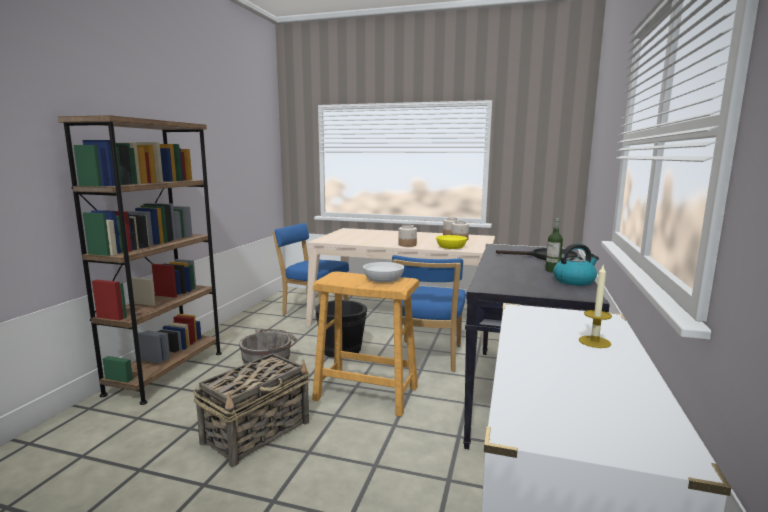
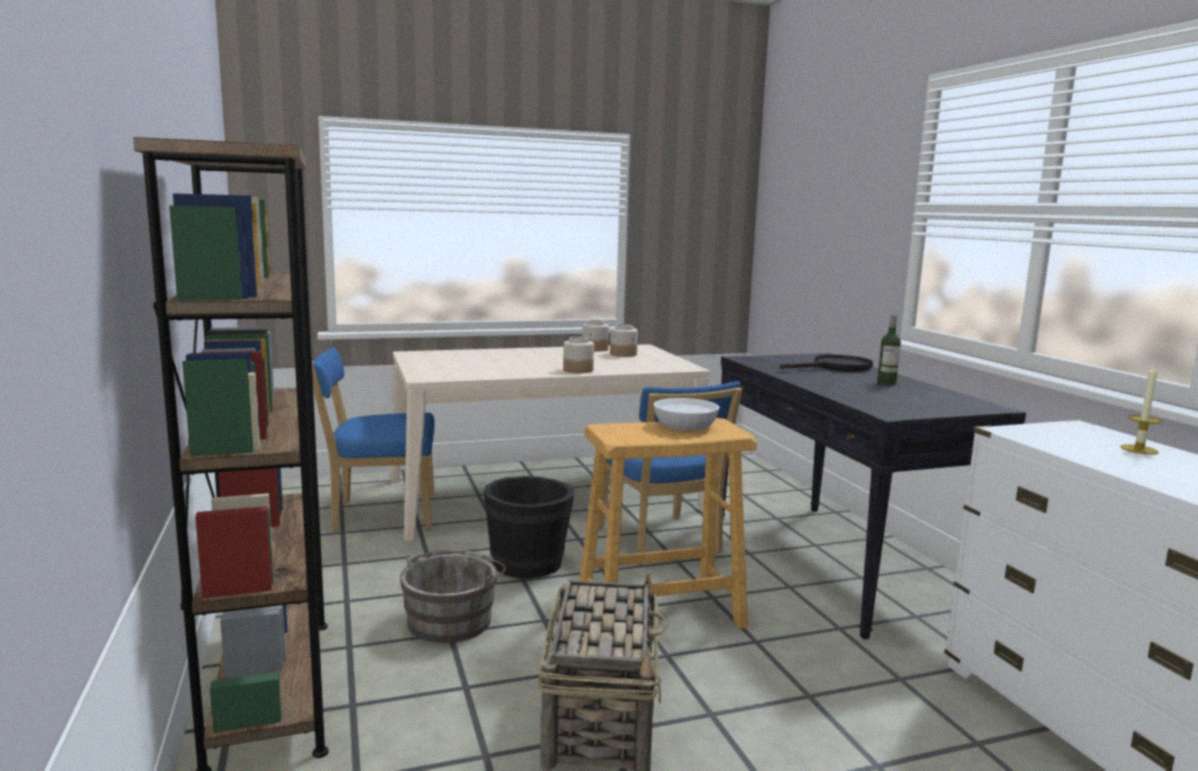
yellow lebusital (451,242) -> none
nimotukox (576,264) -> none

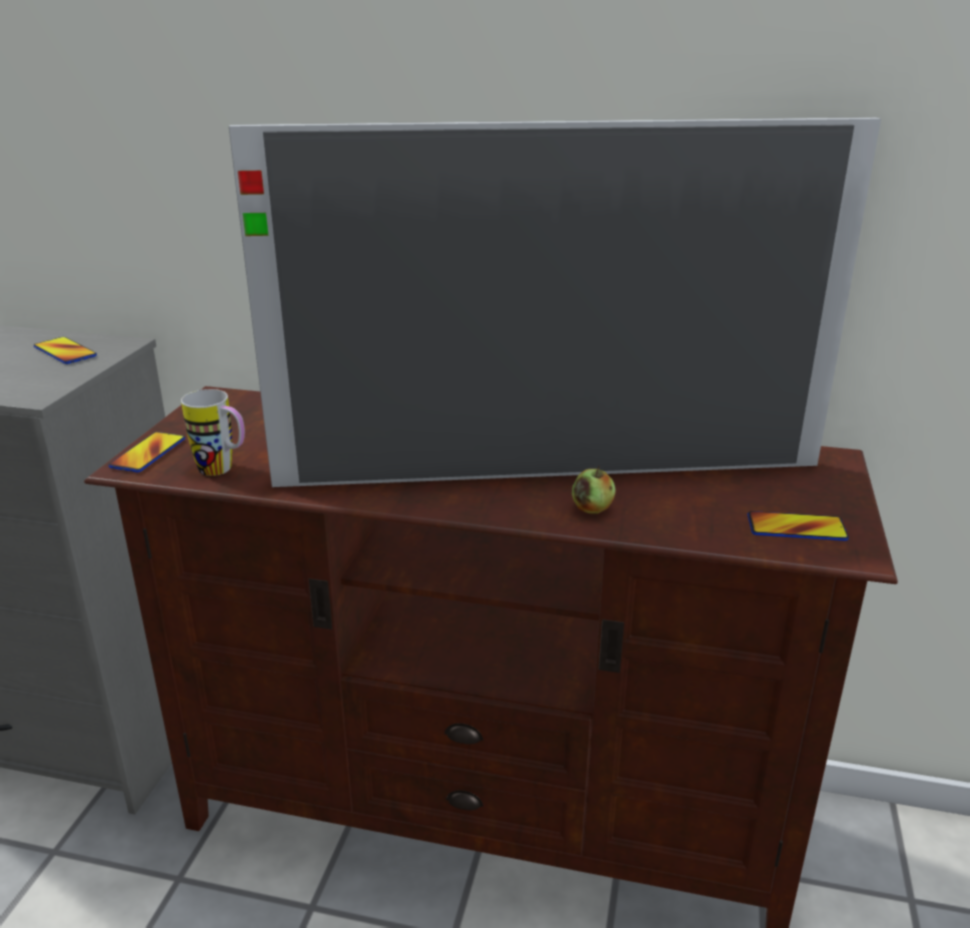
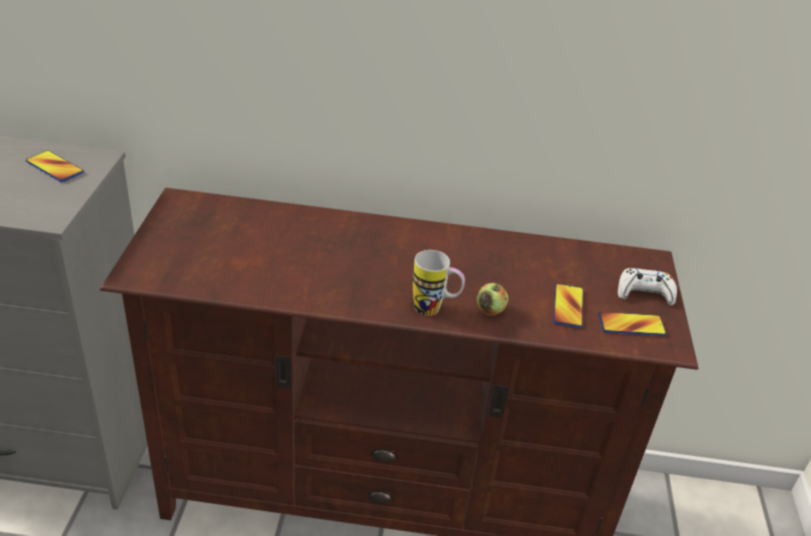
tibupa (555,302) -> none
none -> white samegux (647,286)
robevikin (146,452) -> robevikin (568,305), shifted
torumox (213,432) -> torumox (439,283), shifted

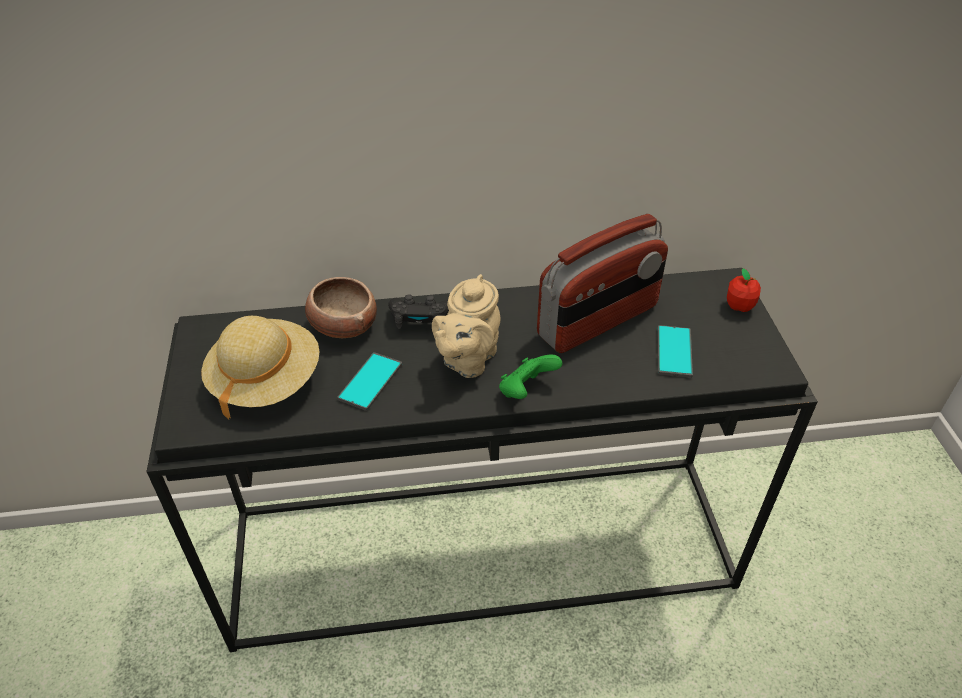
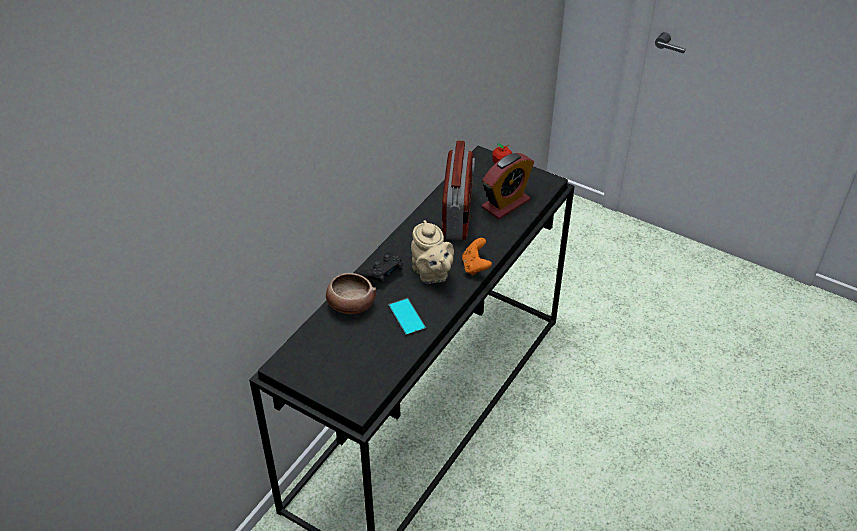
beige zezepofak (260,367) -> none
robevikin (675,351) -> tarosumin (508,186)
green samegux (530,376) -> orange samegux (477,257)

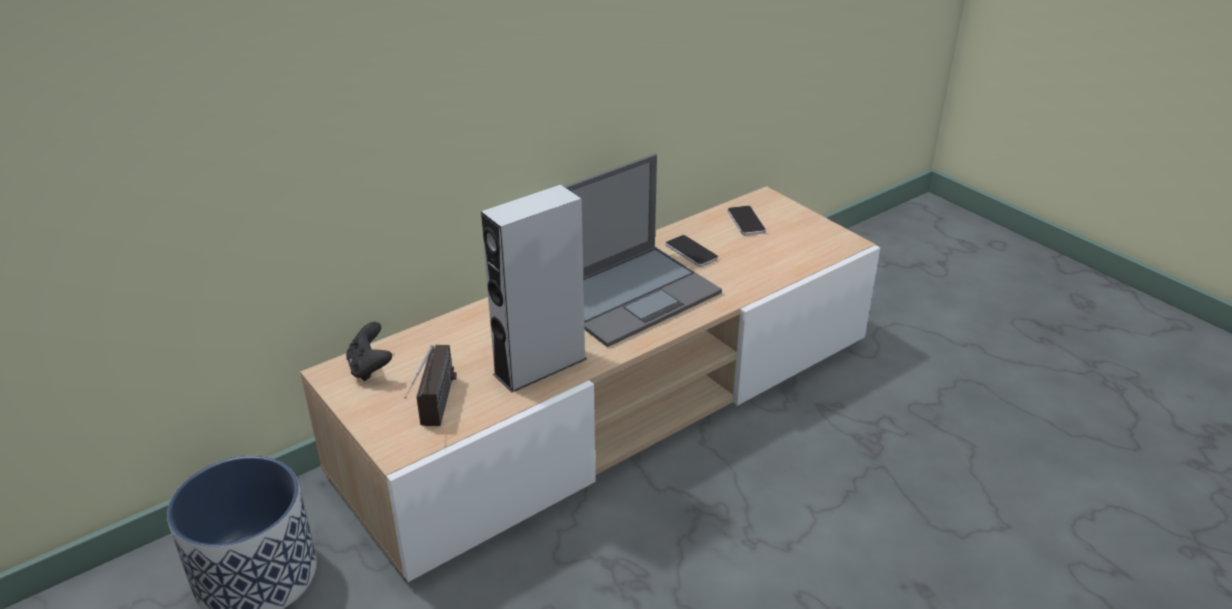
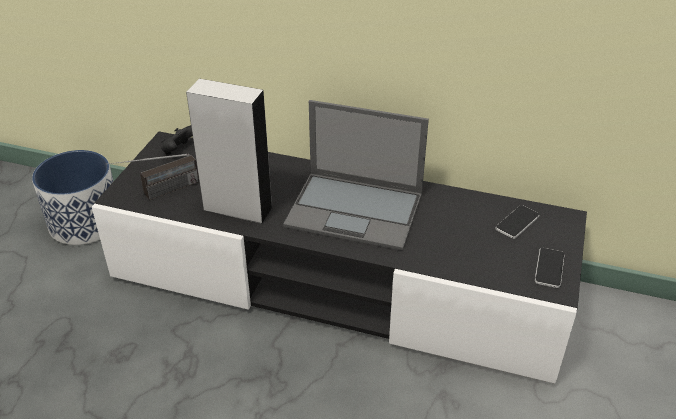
robevikin (691,251) -> robevikin (550,268), shifted
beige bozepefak (590,384) -> black bozepefak (339,258)

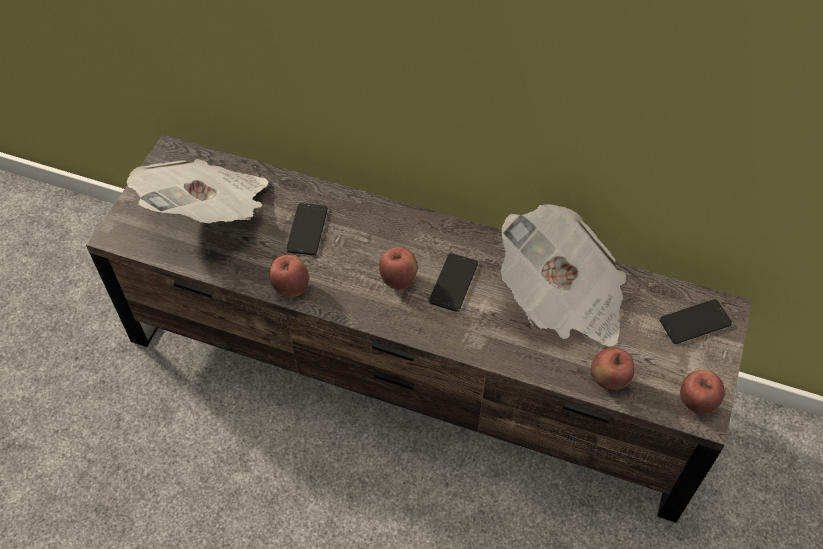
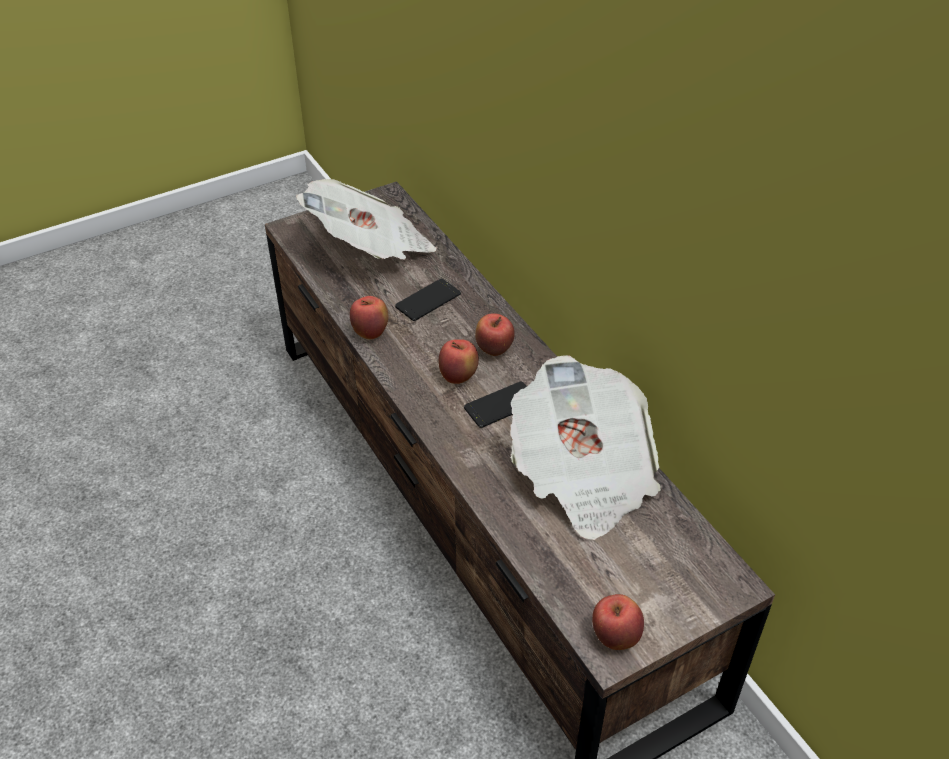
robevikin (695,321) -> none
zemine (612,369) -> zemine (495,334), shifted

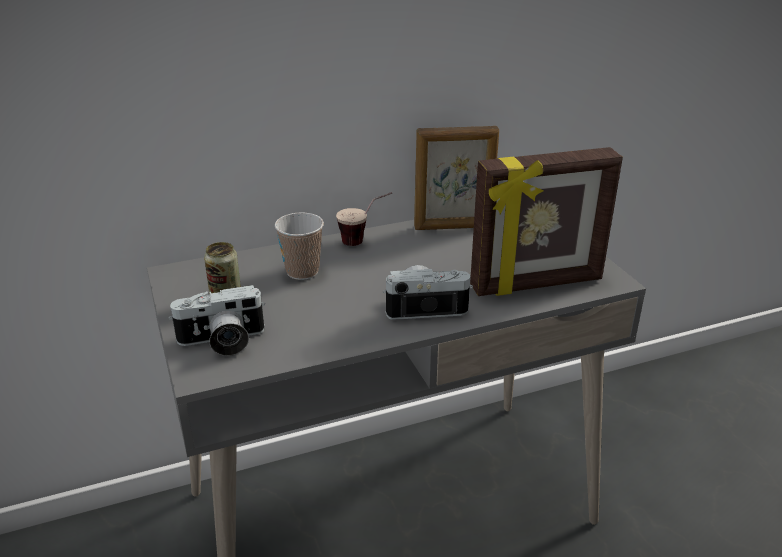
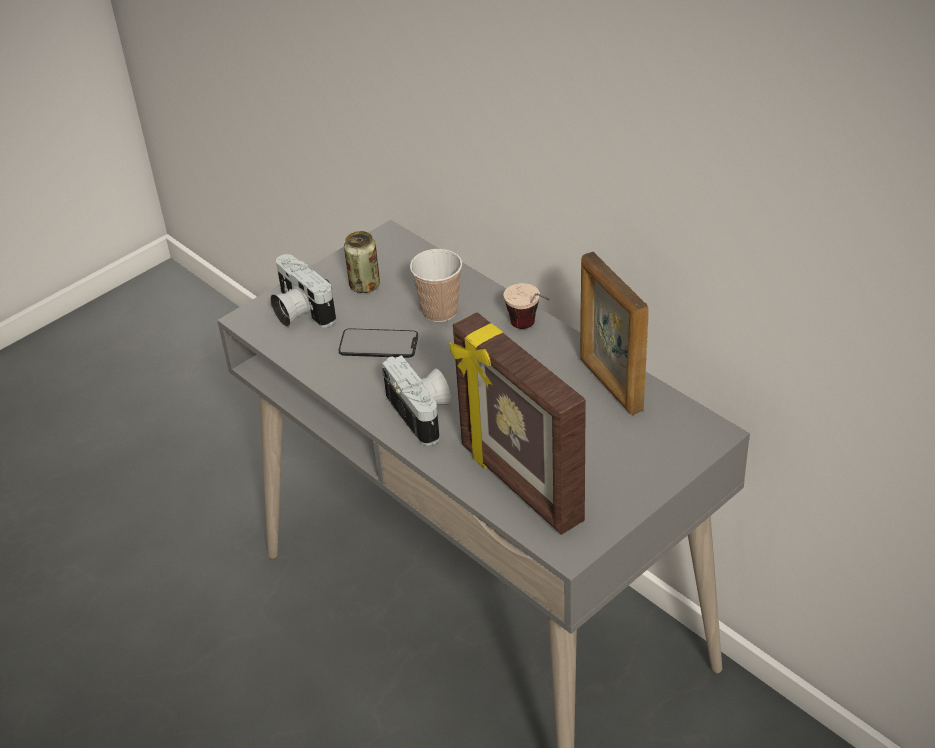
none -> robevikin (378,343)

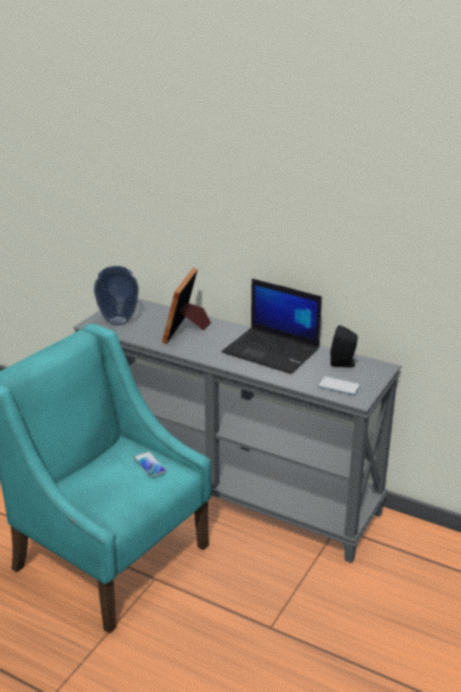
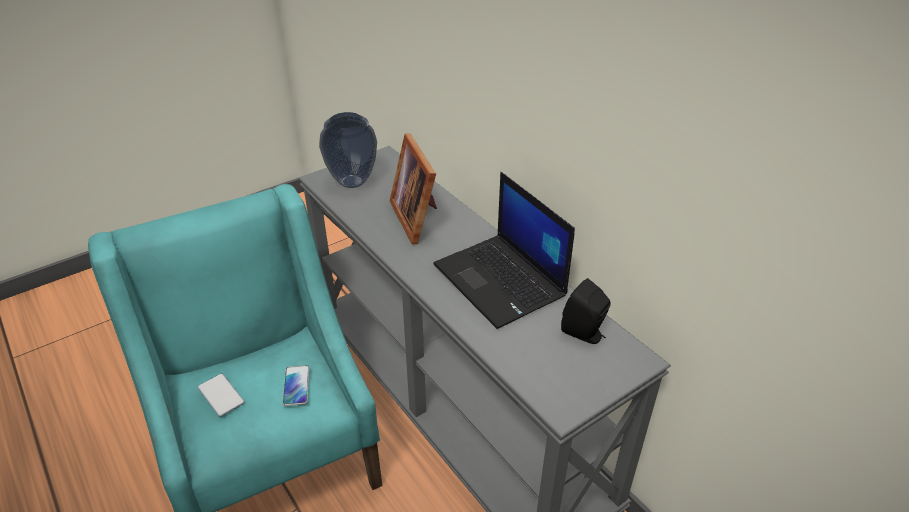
robevikin (339,385) -> robevikin (221,395), shifted
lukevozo (186,306) -> lukevozo (413,188), 60 degrees counterclockwise

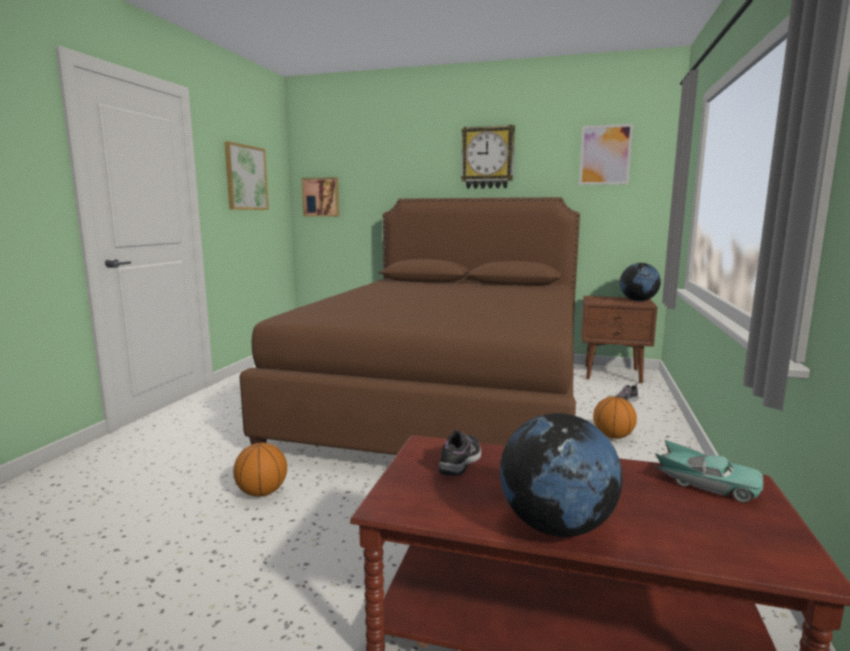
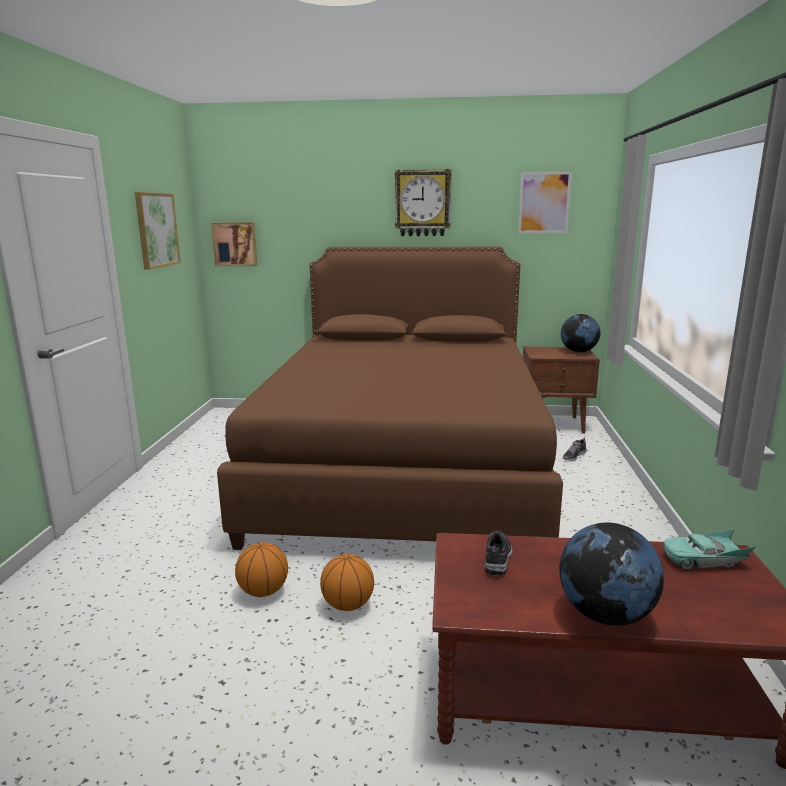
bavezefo (615,417) -> bavezefo (347,582), shifted
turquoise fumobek (709,471) -> turquoise fumobek (710,549), 150 degrees clockwise

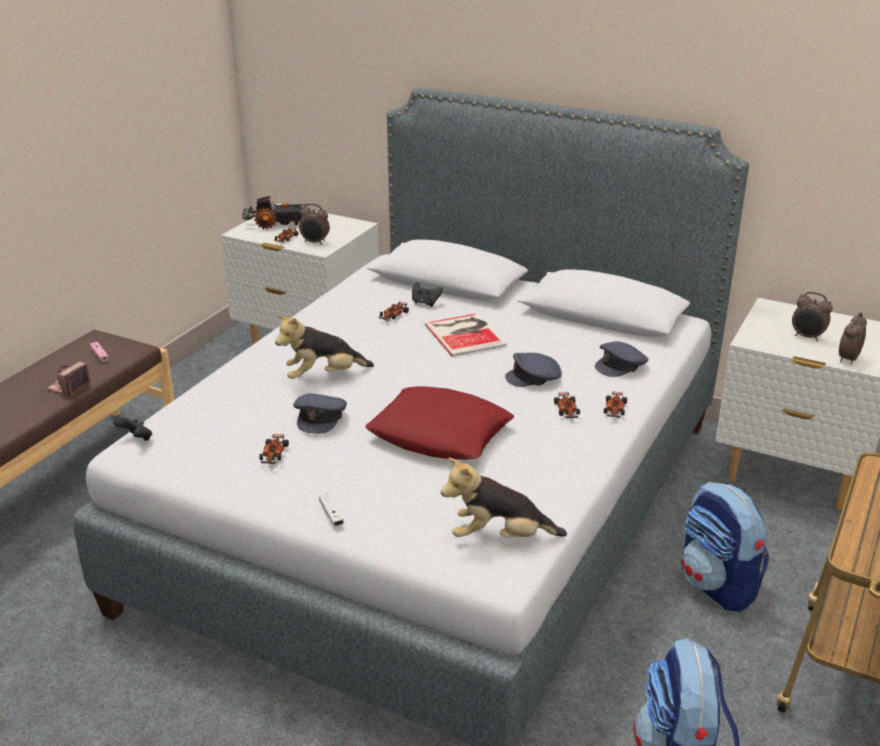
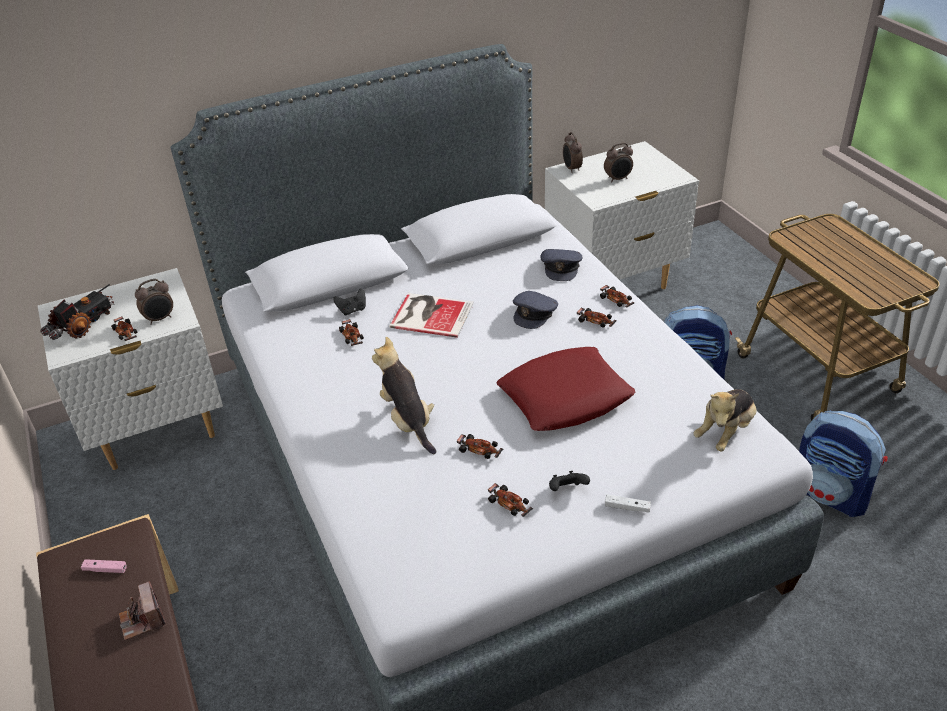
black samegux (132,429) -> black samegux (569,481), shifted
tarosumin (853,338) -> tarosumin (573,152), shifted
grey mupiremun (320,413) -> fumobek (480,446)
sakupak (324,346) -> sakupak (404,395), 135 degrees clockwise

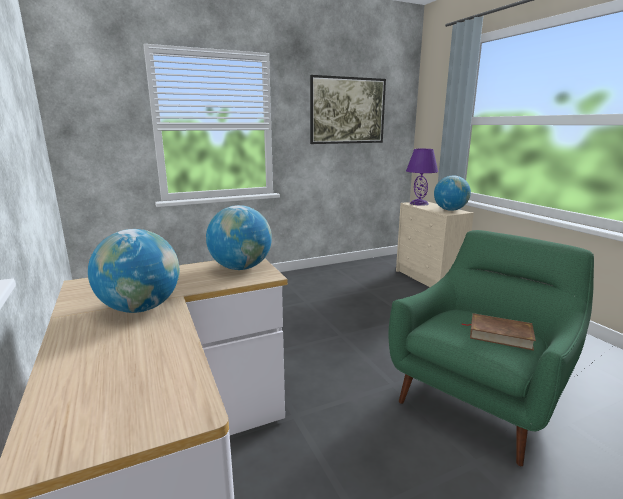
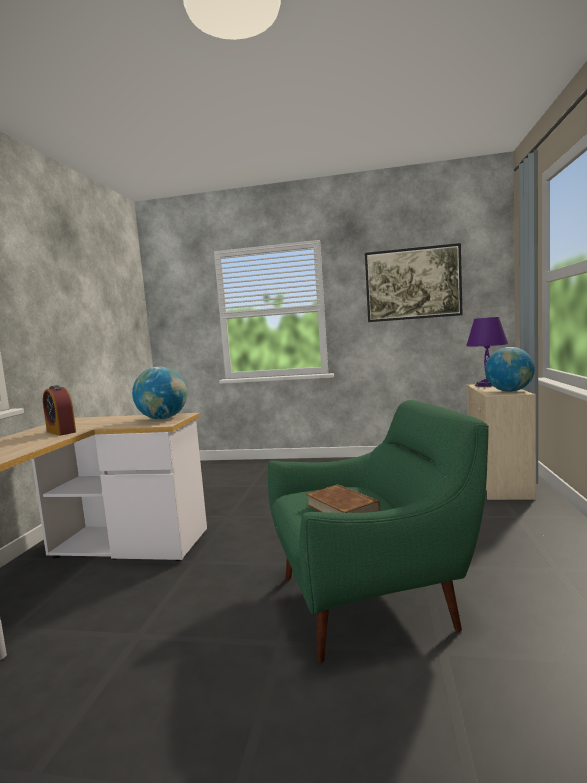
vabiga (133,271) -> tarosumin (59,410)

